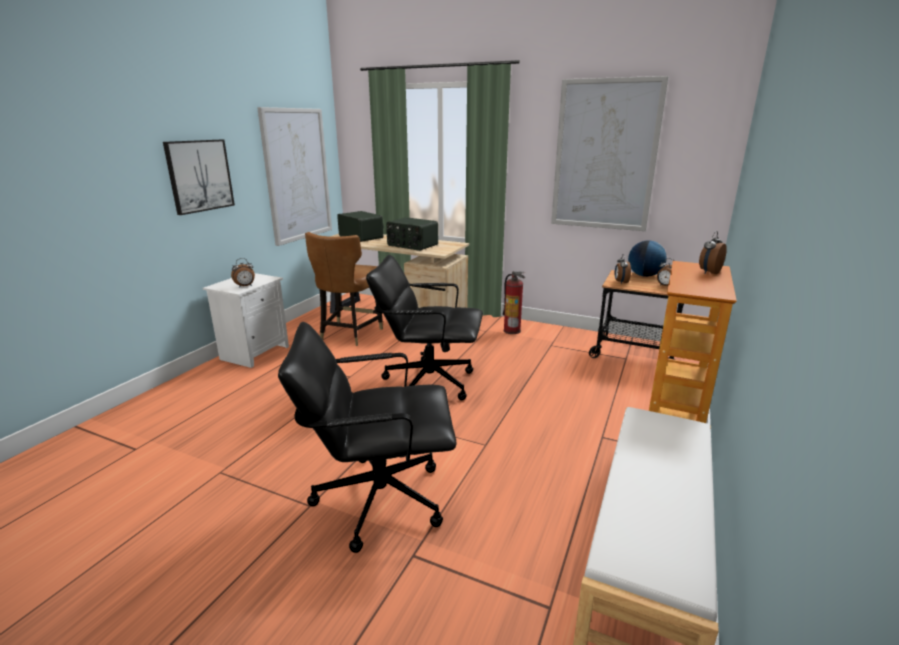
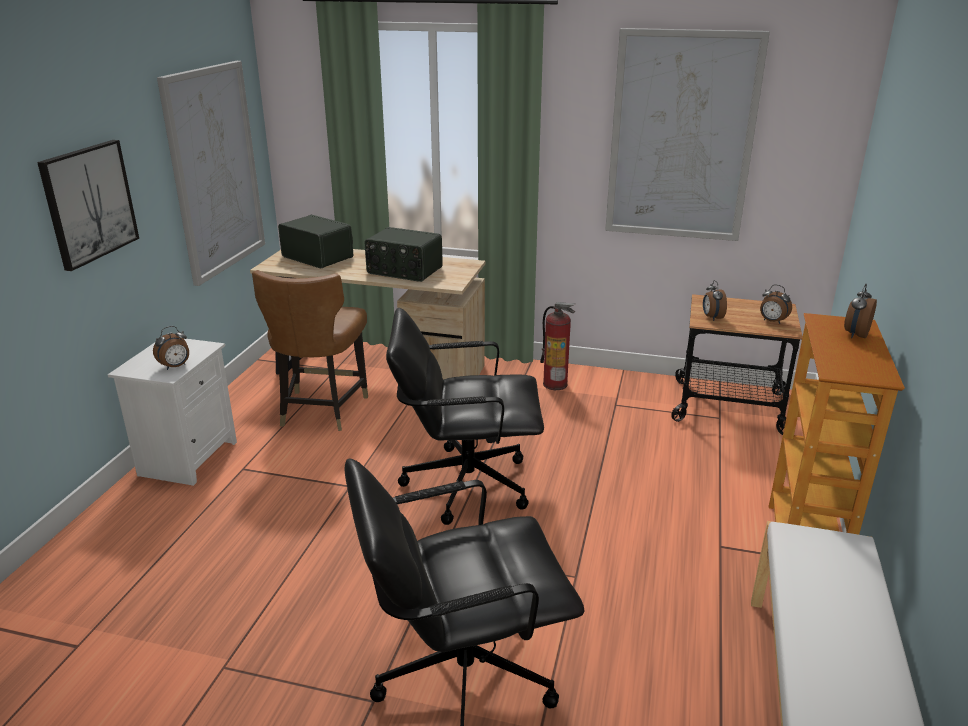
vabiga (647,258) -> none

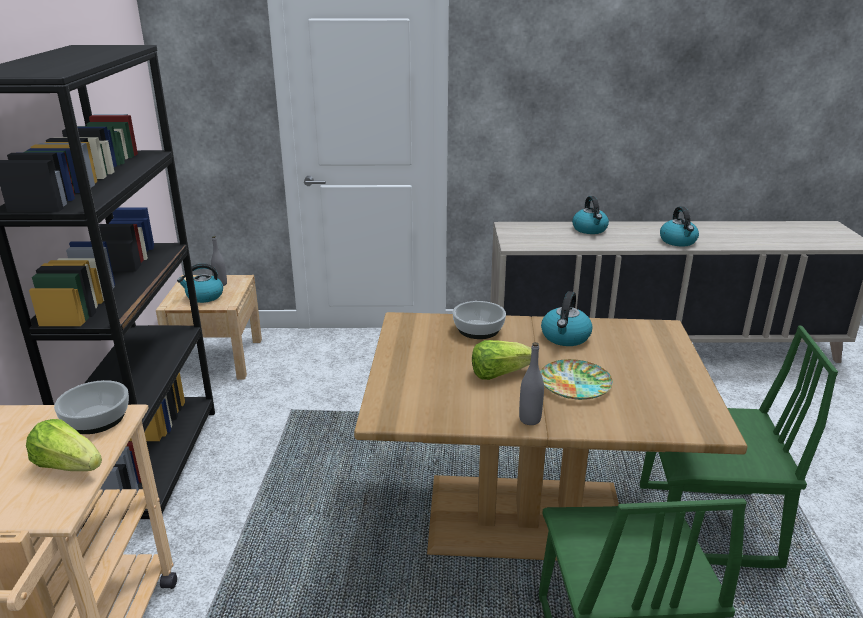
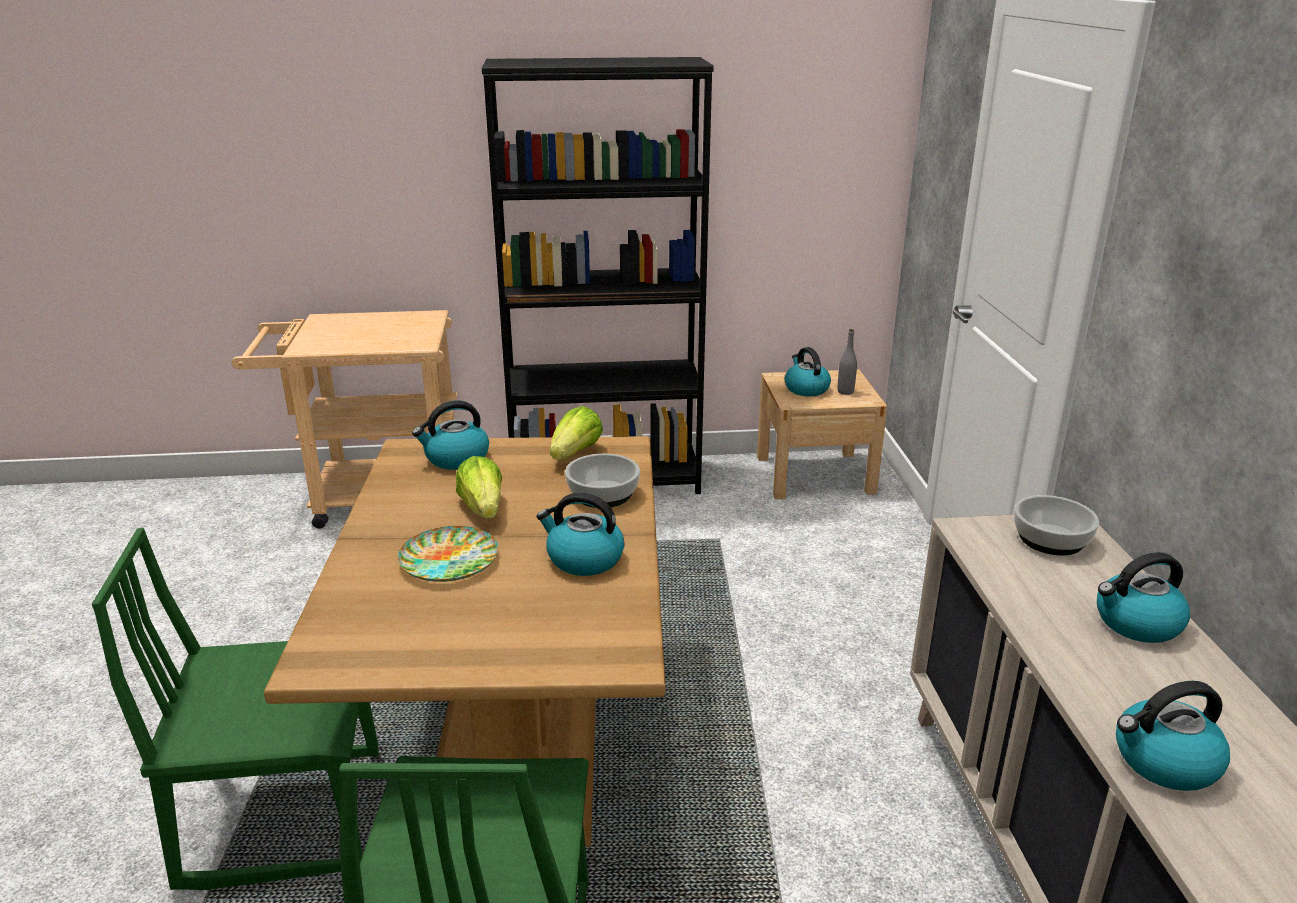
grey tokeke (531,383) -> none
none -> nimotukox (450,435)
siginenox (64,445) -> siginenox (576,433), shifted
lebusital (91,407) -> lebusital (1056,525), shifted

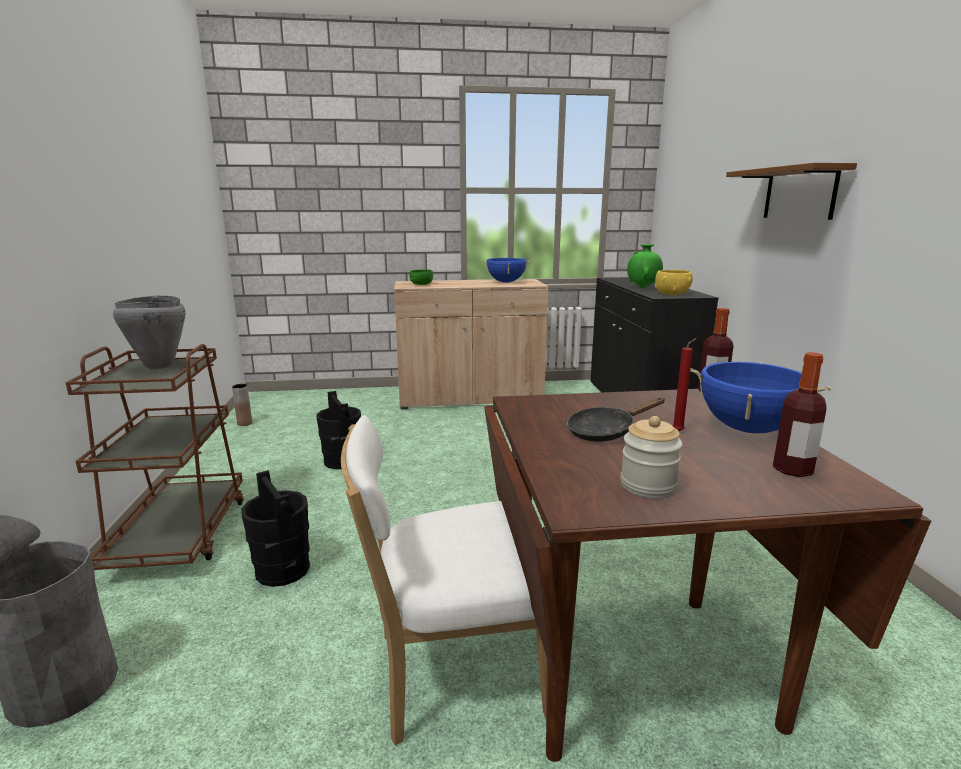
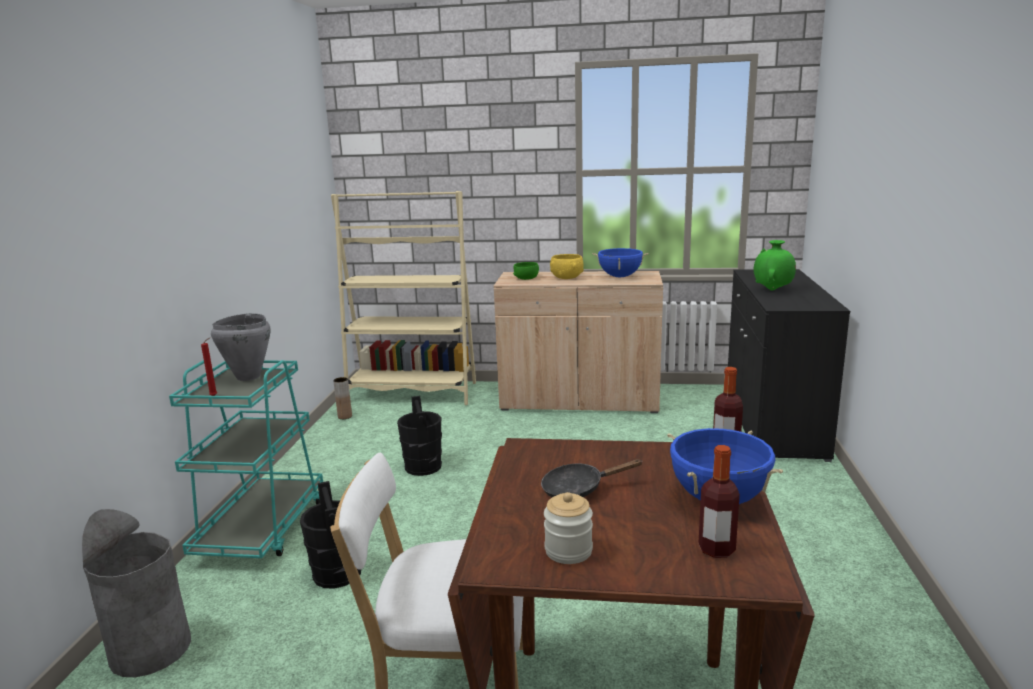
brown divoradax (791,191) -> none
none -> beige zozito (403,298)
yellow lebusital (674,282) -> yellow lebusital (567,266), shifted
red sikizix (685,384) -> red sikizix (209,367), shifted
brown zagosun (154,457) -> turquoise zagosun (246,459)

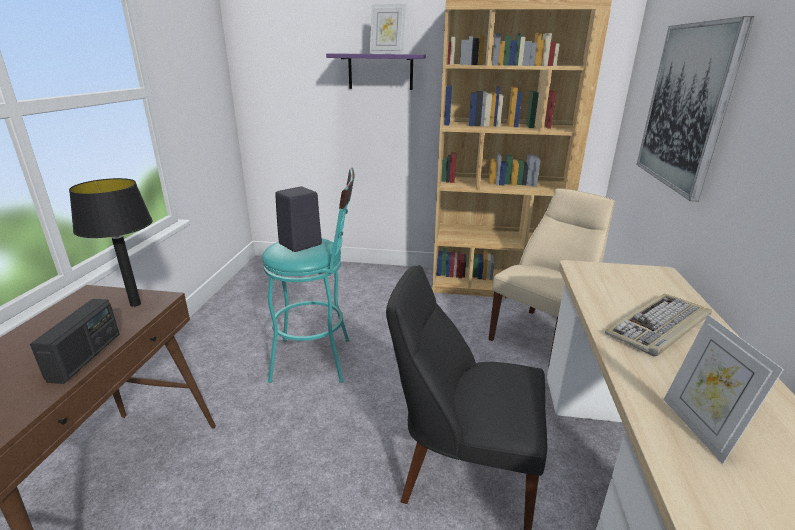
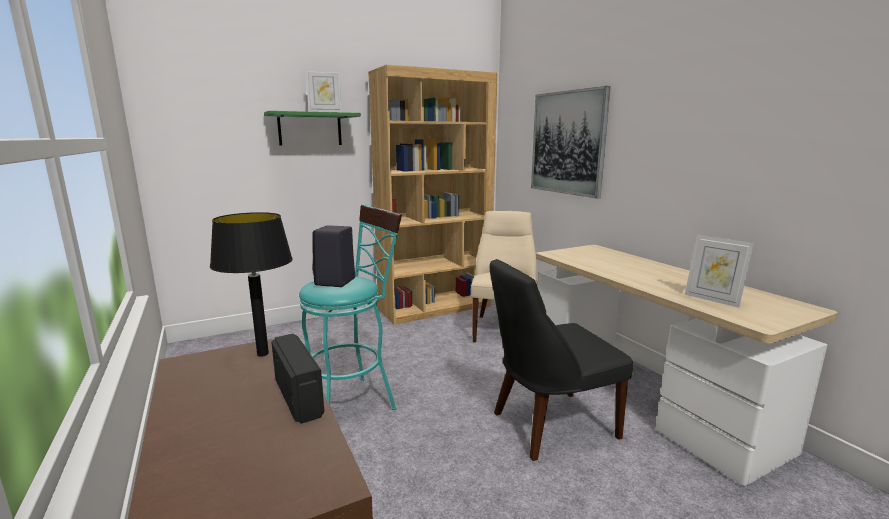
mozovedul (658,325) -> none
purple divoradax (376,71) -> green divoradax (312,128)

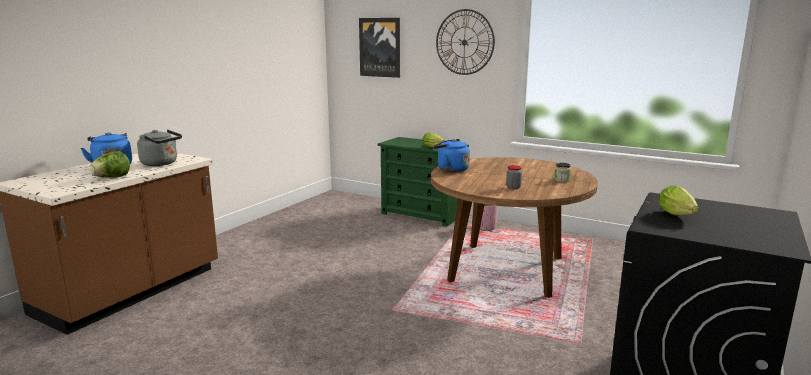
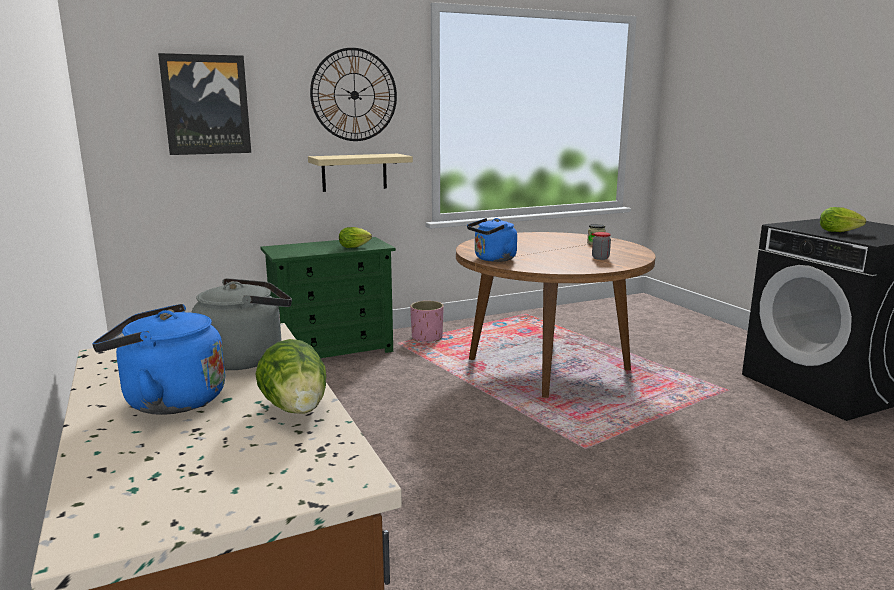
none -> beige divoradax (360,173)

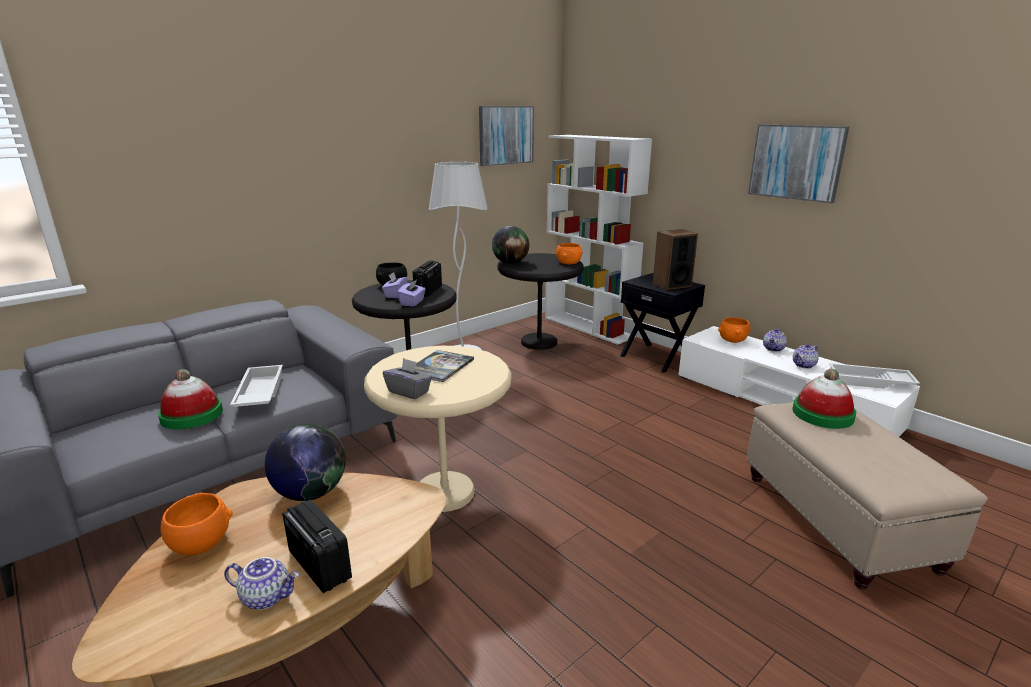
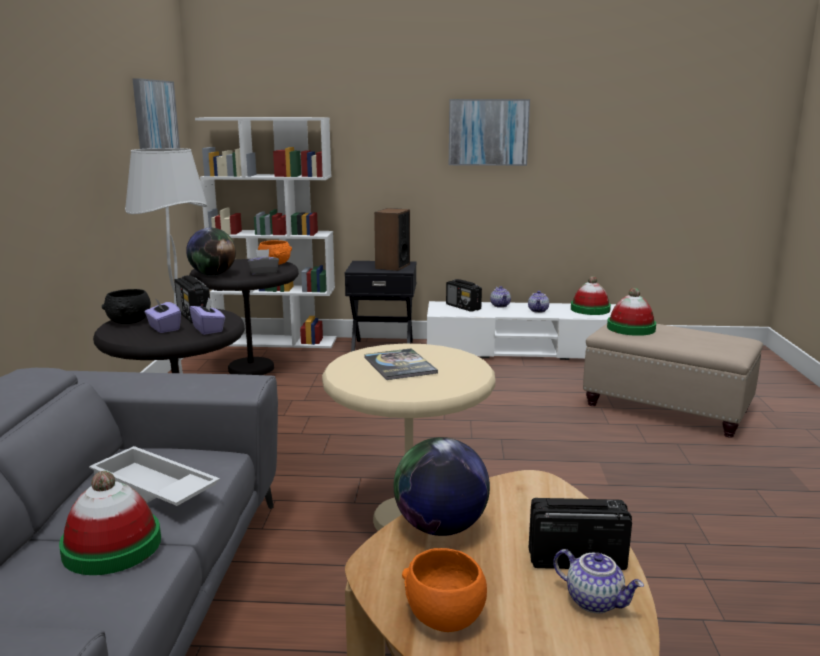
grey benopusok (407,378) -> grey benopusok (263,262), shifted
orange lebusital (734,330) -> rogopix (464,295)
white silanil (874,376) -> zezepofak (591,295)
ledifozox (261,583) -> ledifozox (598,581), 75 degrees clockwise

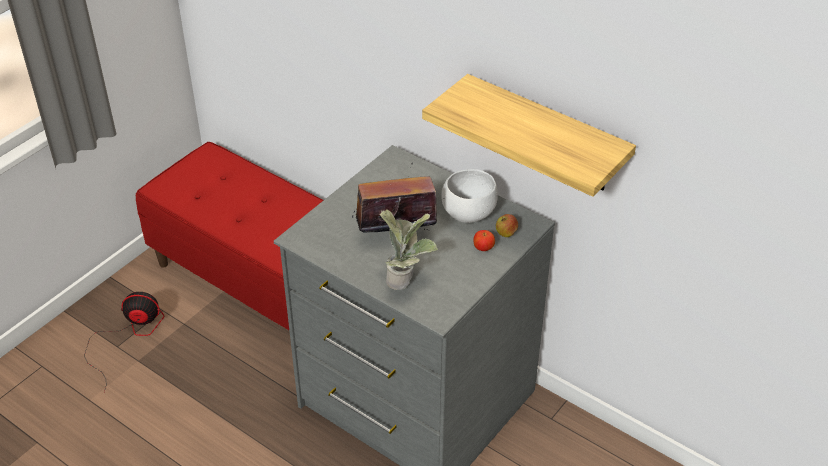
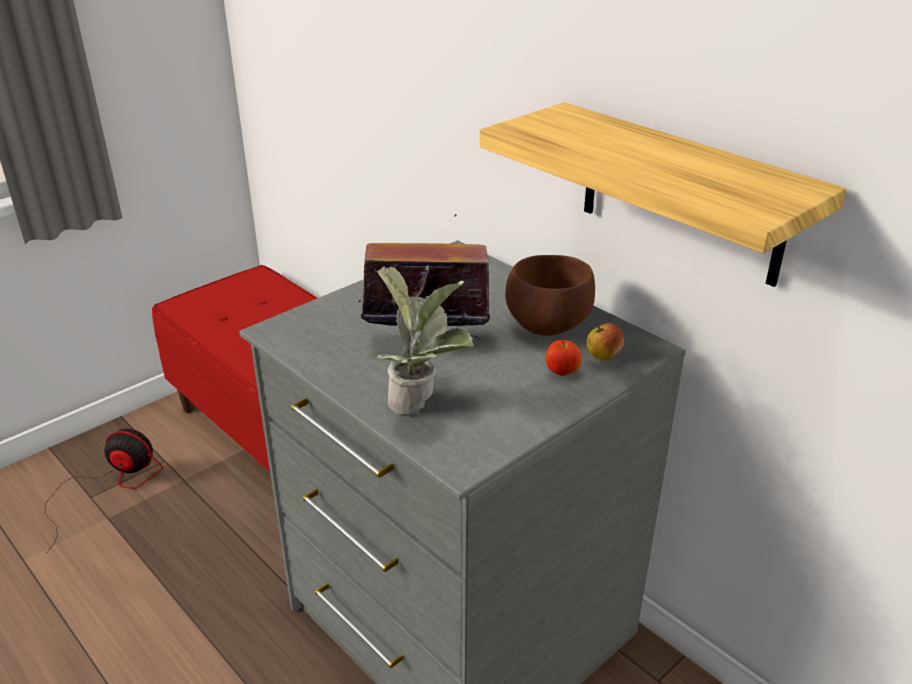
white lebusital (469,196) -> brown lebusital (550,295)

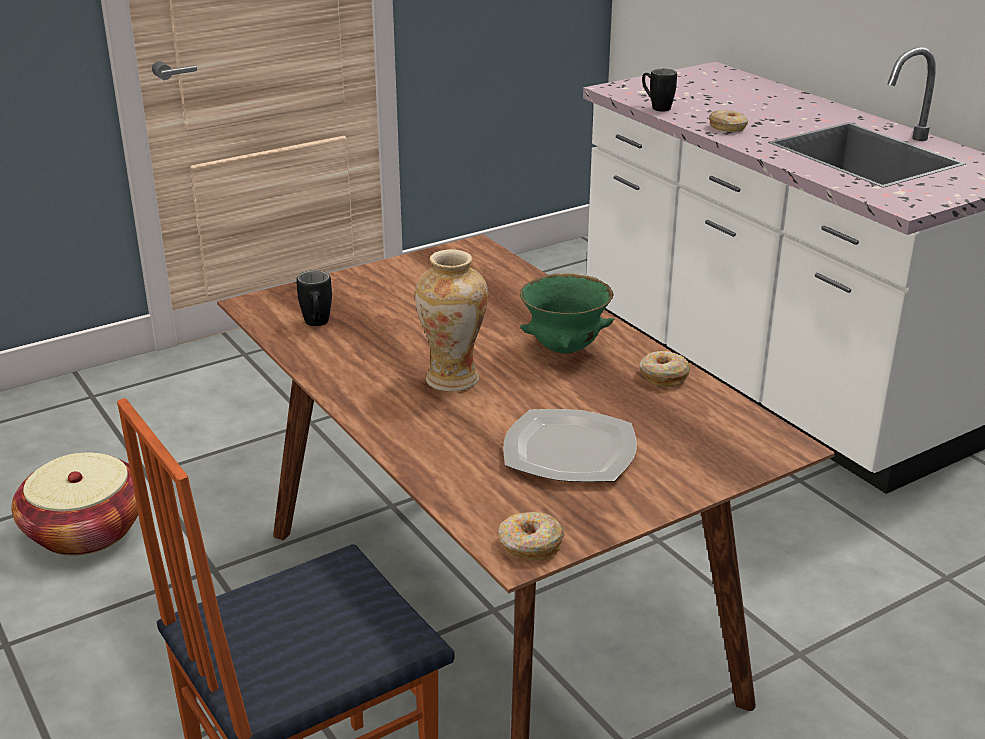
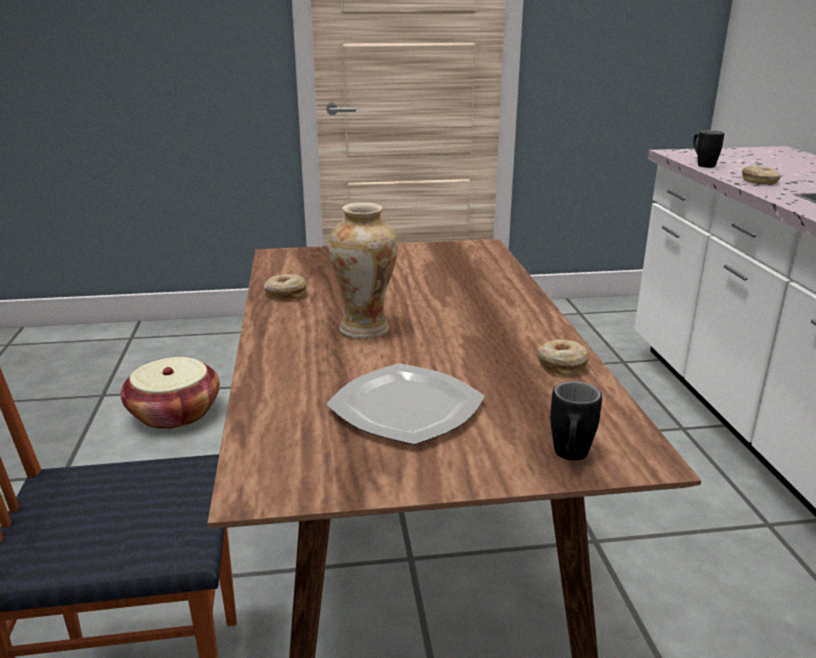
green lebusital (567,313) -> none
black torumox (314,298) -> black torumox (576,421), shifted
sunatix (531,536) -> sunatix (285,287), shifted

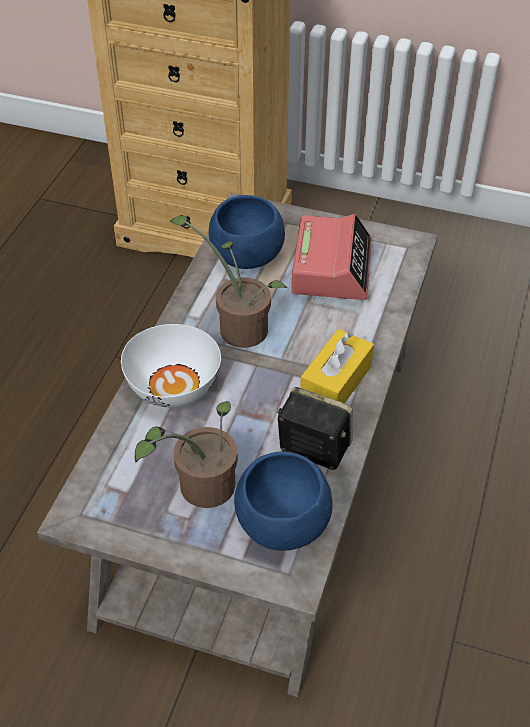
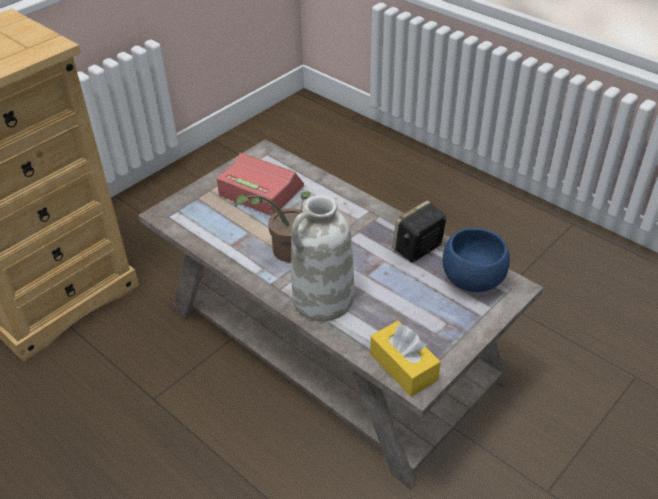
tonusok (186,454) -> none
blue lebusital (247,232) -> none
yellow benopusok (337,366) -> yellow benopusok (405,359), shifted
white lebusital (171,365) -> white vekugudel (322,258)

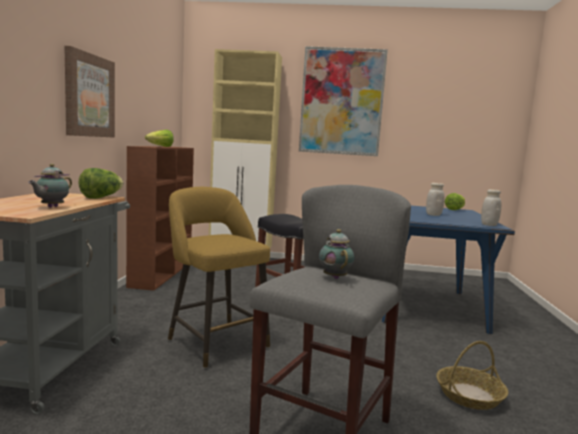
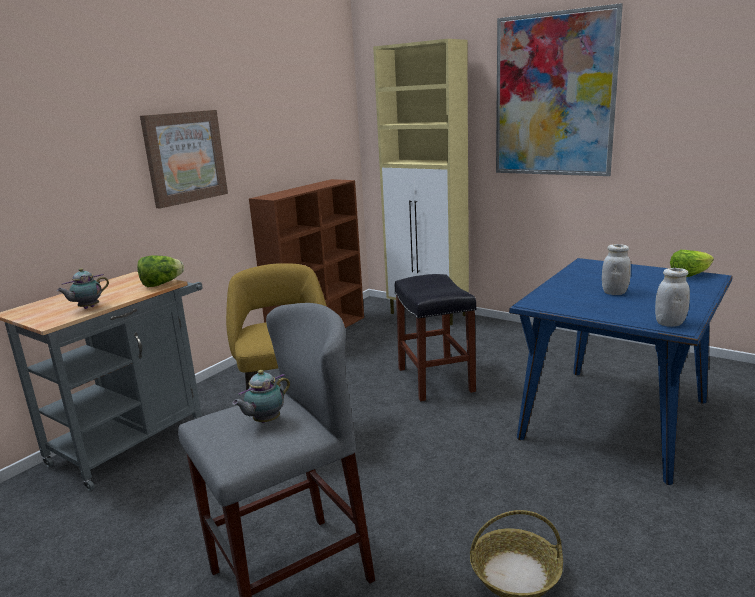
siginenox (159,138) -> none
ledifozox (337,254) -> ledifozox (261,396), 150 degrees counterclockwise

